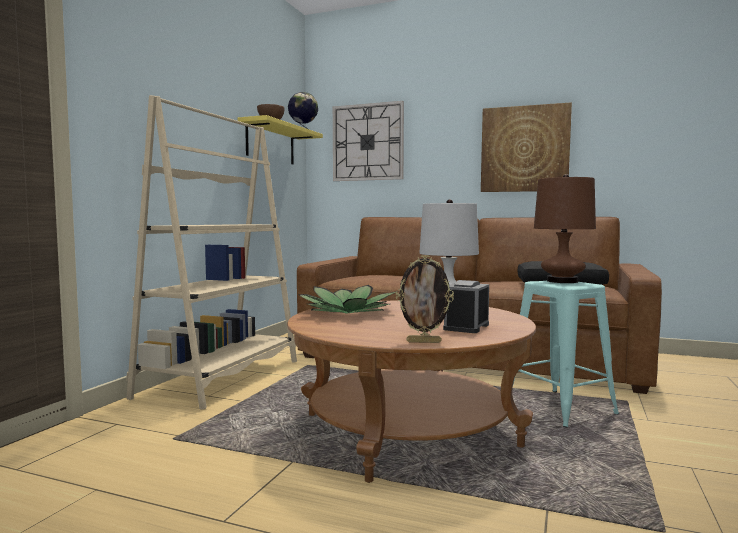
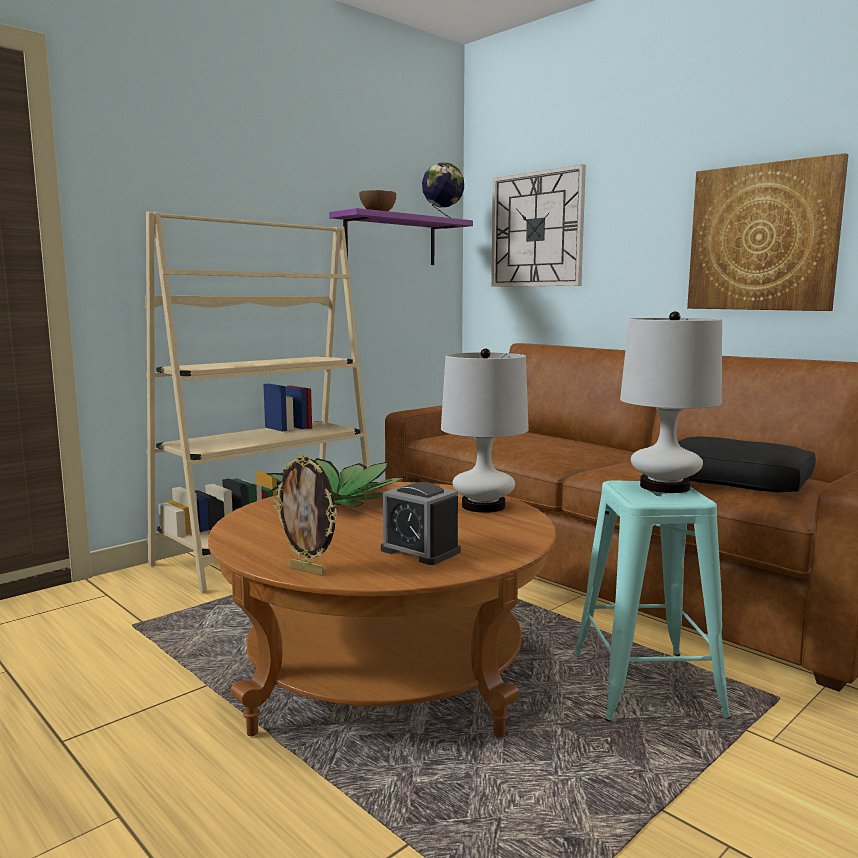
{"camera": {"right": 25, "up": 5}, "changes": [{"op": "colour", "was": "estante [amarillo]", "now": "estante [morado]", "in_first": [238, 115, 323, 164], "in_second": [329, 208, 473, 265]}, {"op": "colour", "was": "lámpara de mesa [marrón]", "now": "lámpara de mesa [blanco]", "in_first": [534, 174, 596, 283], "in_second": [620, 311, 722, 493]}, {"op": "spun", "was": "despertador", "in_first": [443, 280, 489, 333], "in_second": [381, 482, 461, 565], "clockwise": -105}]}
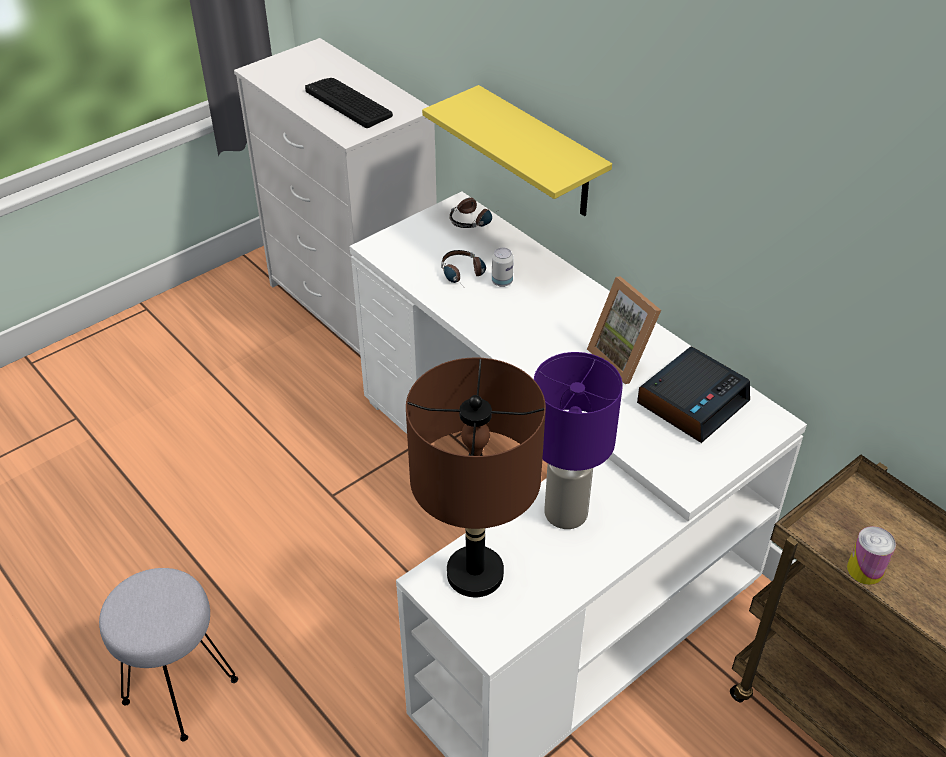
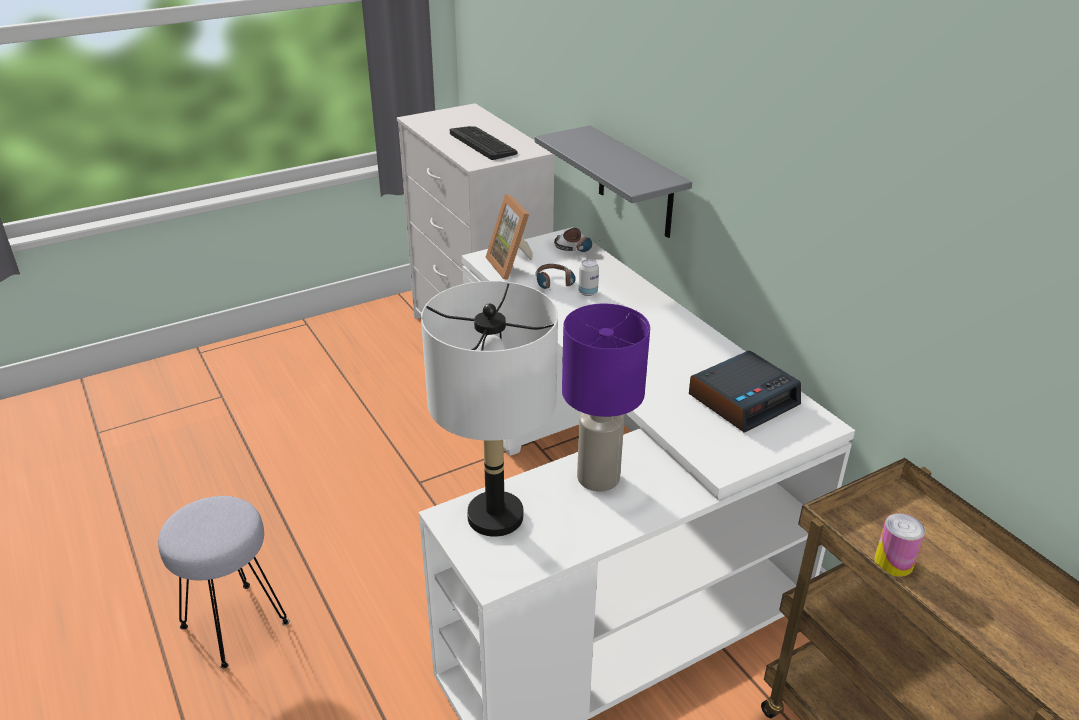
{"camera": {"right": 10, "up": -10}, "changes": [{"op": "relocated", "was": "portarretratos", "in_first": [587, 276, 661, 384], "in_second": [485, 194, 533, 280]}, {"op": "colour", "was": "lámpara de mesa [marrón]", "now": "lámpara de mesa [blanco]", "in_first": [406, 358, 546, 597], "in_second": [421, 281, 558, 537]}, {"op": "colour", "was": "estante [amarillo]", "now": "estante [gris]", "in_first": [422, 85, 612, 216], "in_second": [535, 125, 692, 238]}]}
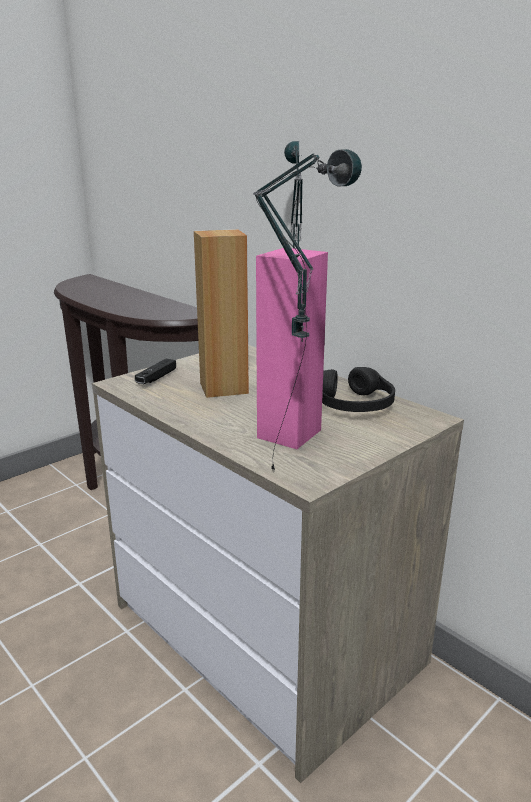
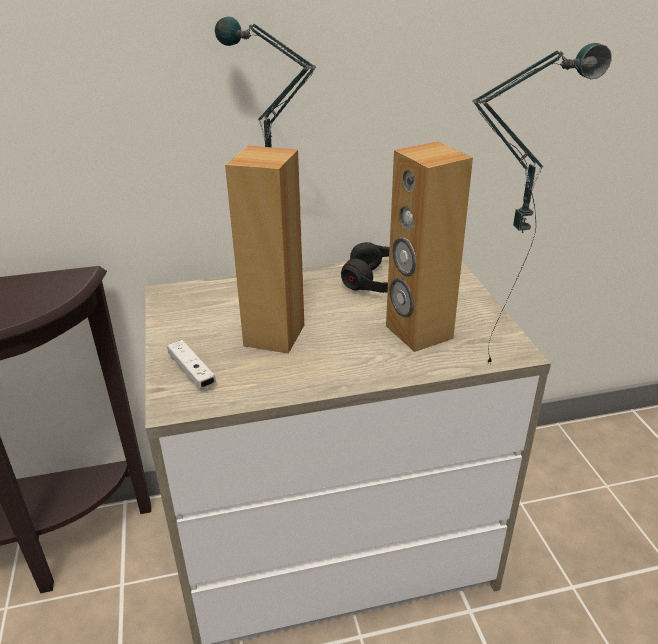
{"camera": {"right": -60, "up": 10}, "changes": [{"op": "colour", "was": "mando de consola [negro]", "now": "mando de consola [blanco]", "in_first": [135, 359, 176, 384], "in_second": [167, 340, 216, 389]}, {"op": "colour", "was": "altavoz [rosa]", "now": "altavoz [marrón]", "in_first": [256, 248, 328, 449], "in_second": [386, 142, 473, 352]}]}
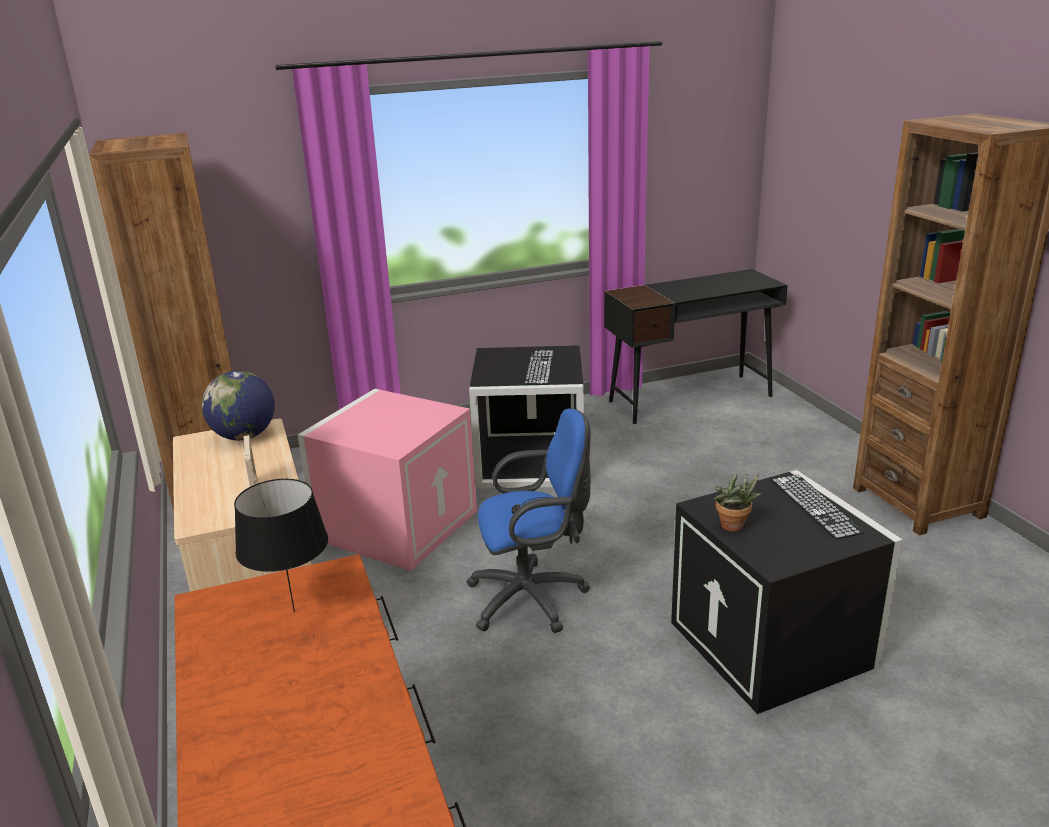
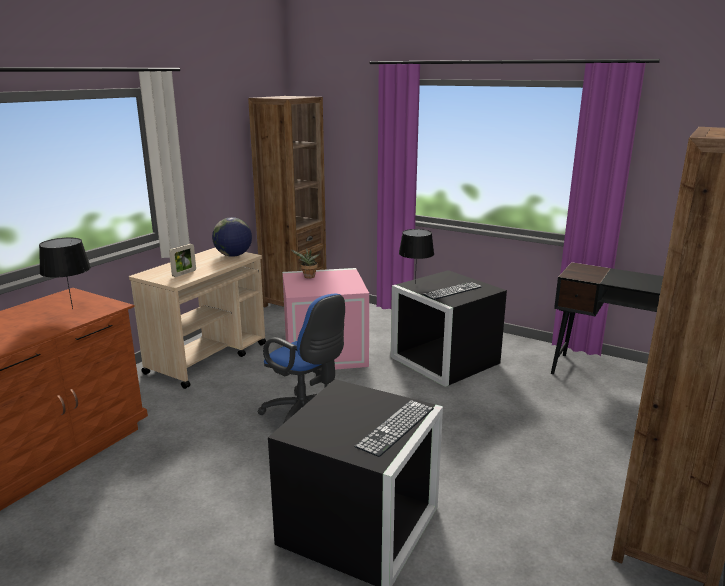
{"camera": {"right": 50, "up": -5}, "changes": [{"op": "appeared", "now": "lámpara de mesa [negro]", "in_second": [399, 229, 434, 284]}, {"op": "relocated", "was": "planta en maceta", "in_first": [714, 474, 761, 532], "in_second": [291, 248, 320, 278]}]}
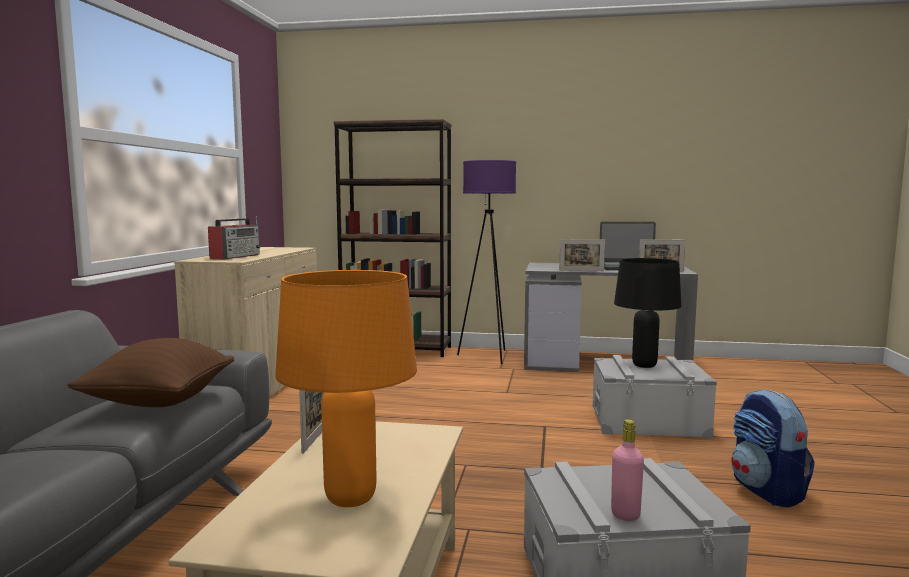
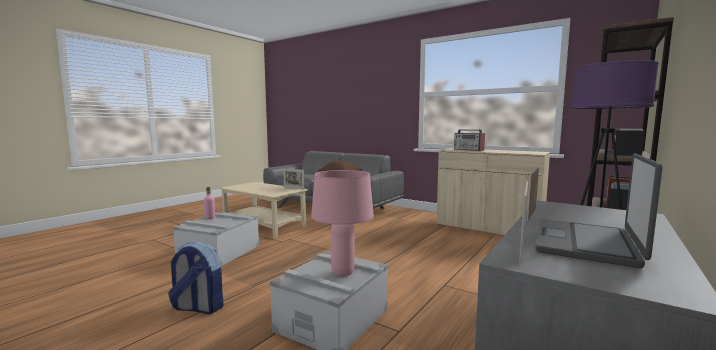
{"camera": {"right": 115, "up": 0}, "changes": [{"op": "missing", "was": "lámpara de mesa [naranja]", "in_first": [275, 270, 417, 507]}, {"op": "colour", "was": "lámpara de mesa [negro]", "now": "lámpara de mesa [rosa]", "in_first": [614, 258, 681, 368], "in_second": [311, 170, 374, 277]}]}
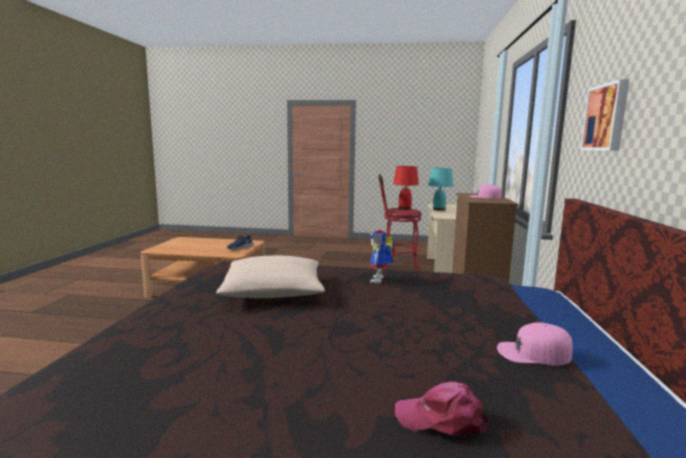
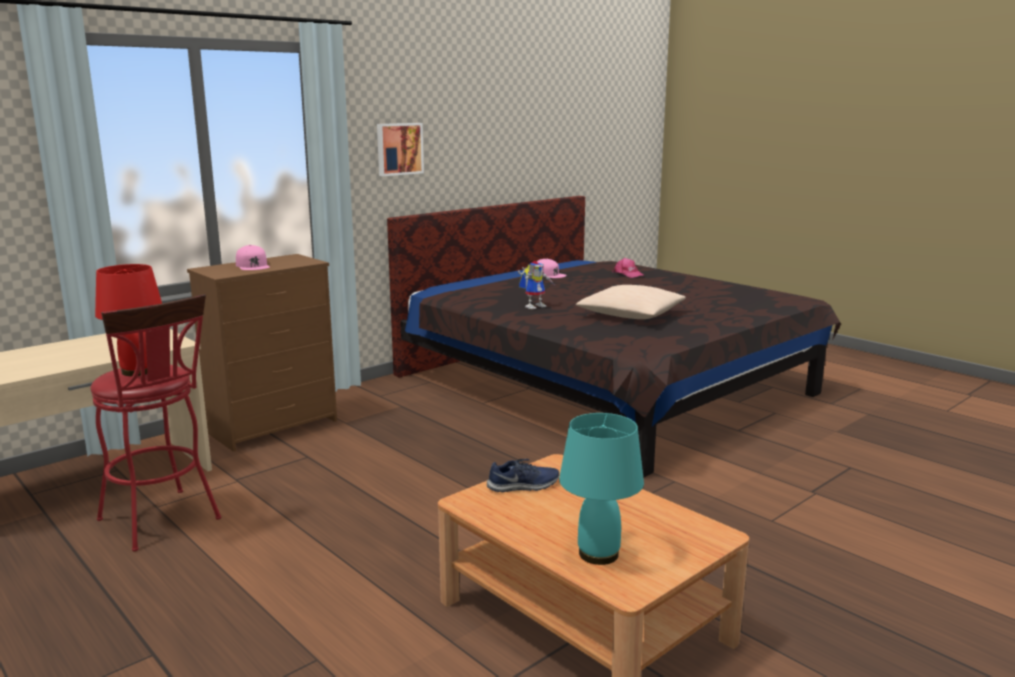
{"camera": {"right": -140, "up": 5}, "changes": [{"op": "relocated", "was": "lámpara de mesa [turquesa]", "in_first": [428, 168, 453, 211], "in_second": [559, 413, 644, 565]}]}
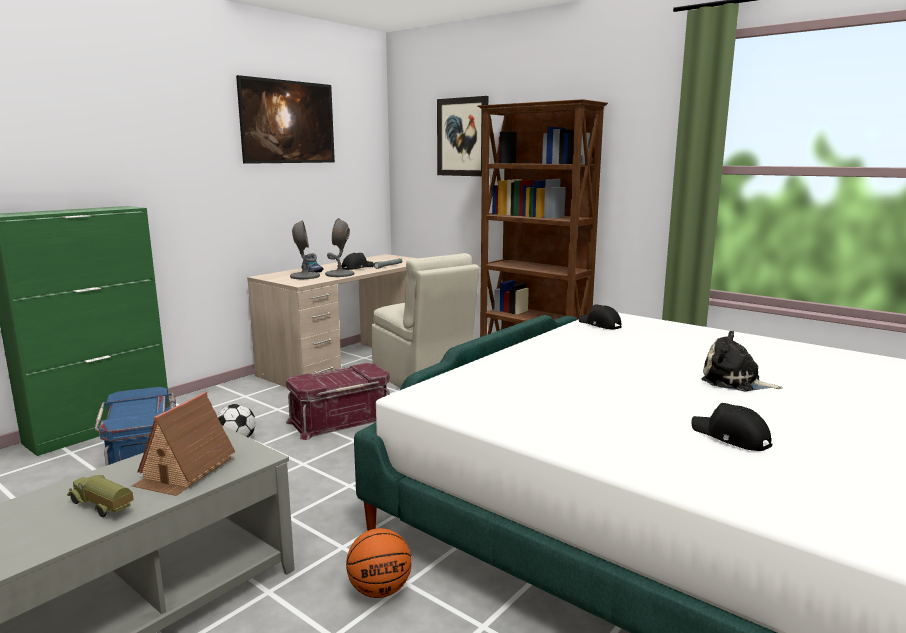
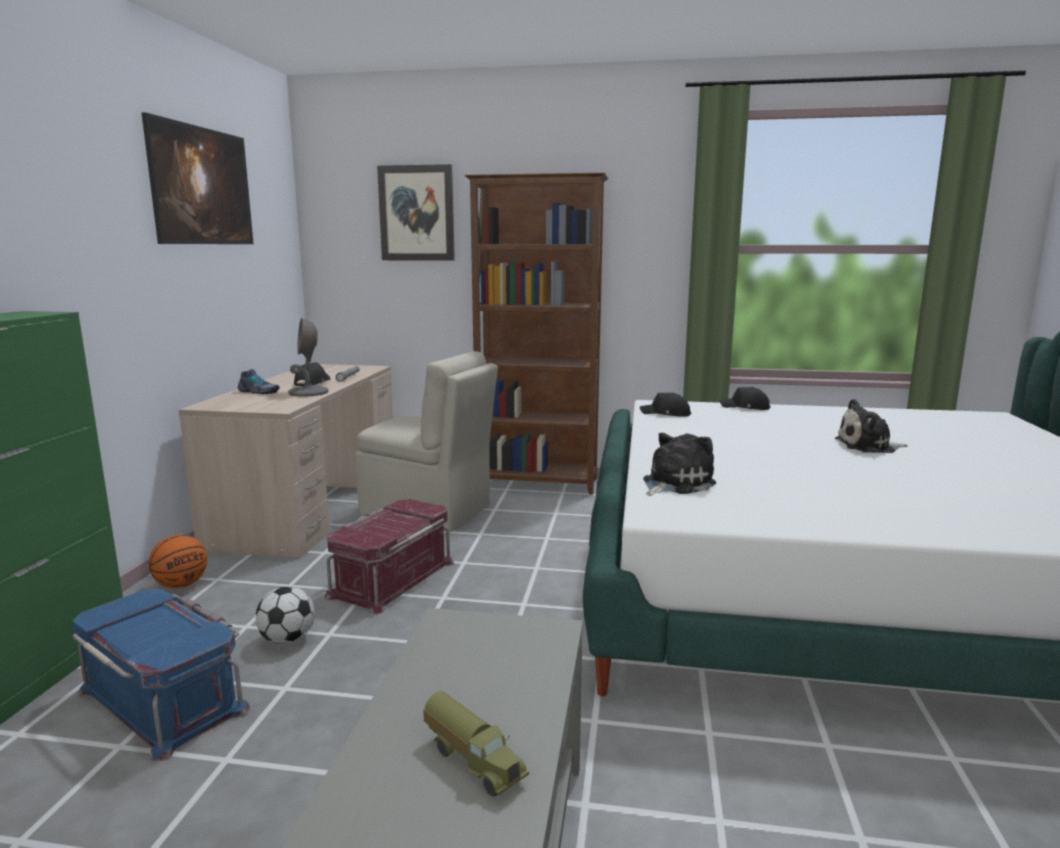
{"camera": {"right": -30, "up": 0}, "changes": [{"op": "missing", "was": "casita", "in_first": [132, 392, 235, 496]}, {"op": "missing", "was": "lámpara de mesa [gris]", "in_first": [290, 220, 320, 279]}, {"op": "appeared", "now": "peluche", "in_second": [643, 433, 716, 496]}, {"op": "relocated", "was": "balón de baloncesto", "in_first": [346, 528, 412, 598], "in_second": [148, 535, 207, 588]}, {"op": "relocated", "was": "gorra [negro]", "in_first": [691, 403, 772, 451], "in_second": [719, 387, 770, 410]}, {"op": "spun", "was": "camión de juguete", "in_first": [67, 475, 134, 517], "in_second": [423, 691, 529, 797], "clockwise": -135}]}
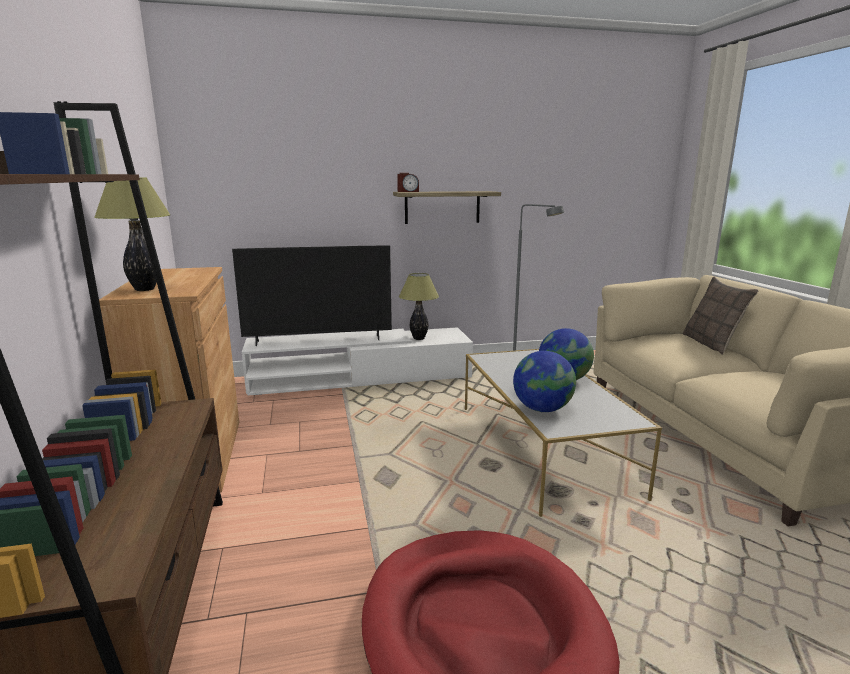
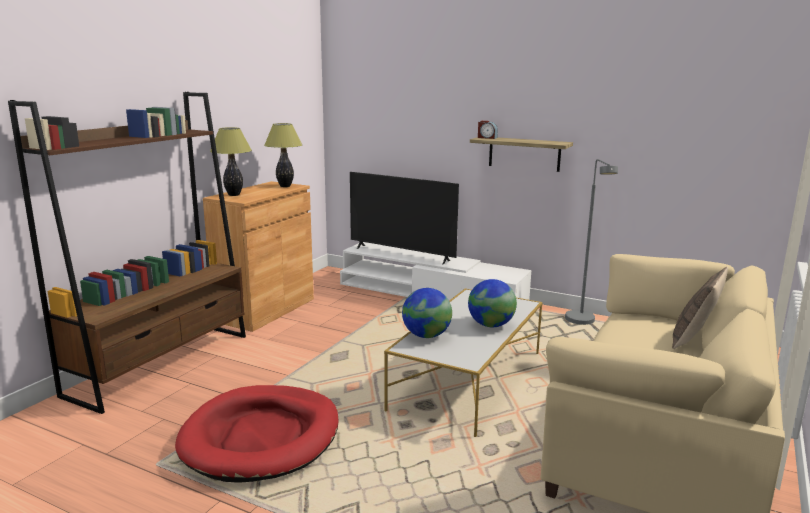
{"camera": {"right": 40, "up": 0}, "changes": [{"op": "relocated", "was": "lámpara de mesa", "in_first": [399, 273, 439, 340], "in_second": [264, 123, 303, 187]}]}
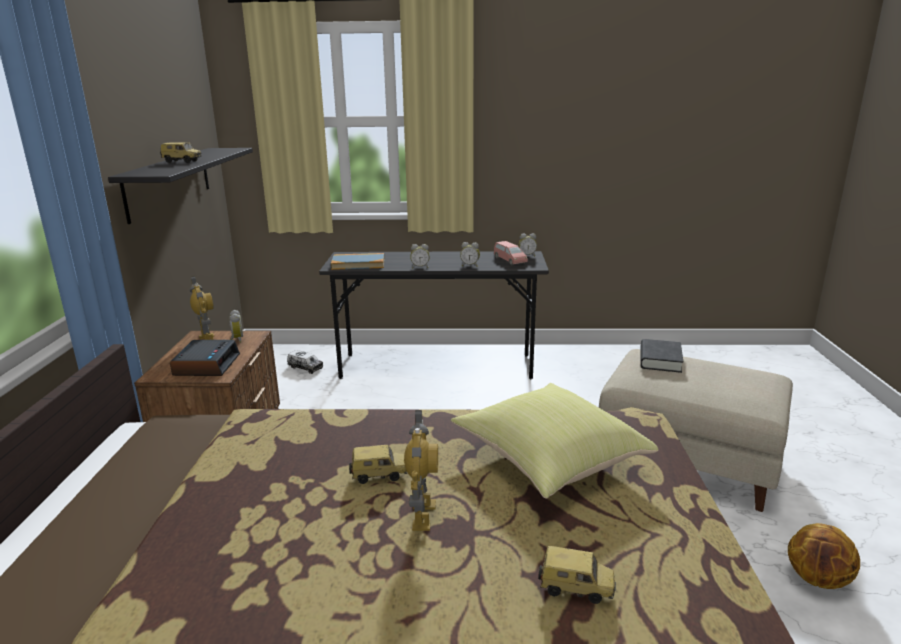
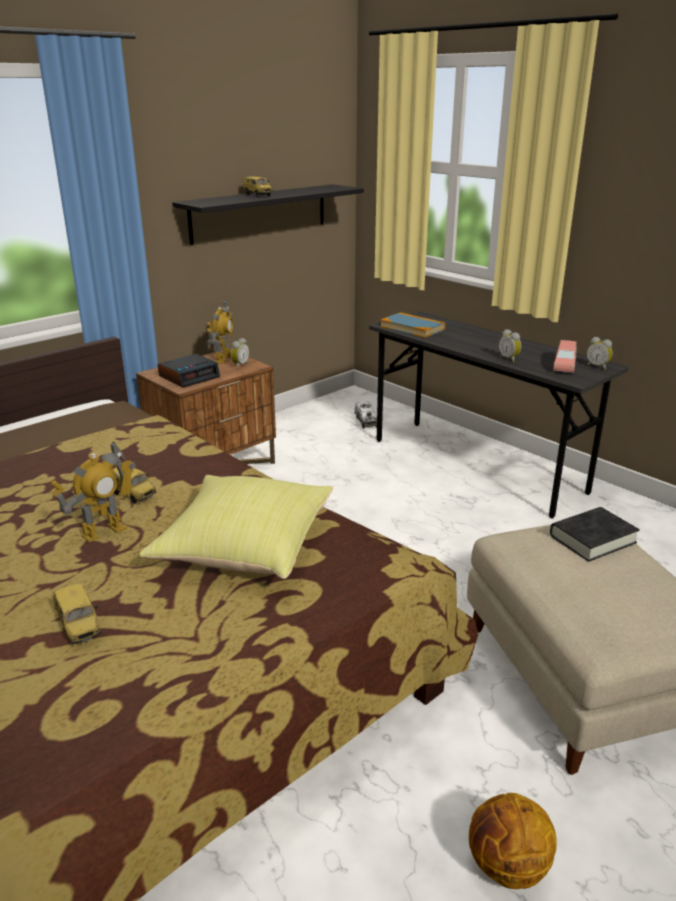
{"camera": {"right": 45, "up": 5}, "changes": [{"op": "missing", "was": "despertador", "in_first": [410, 244, 430, 268]}]}
